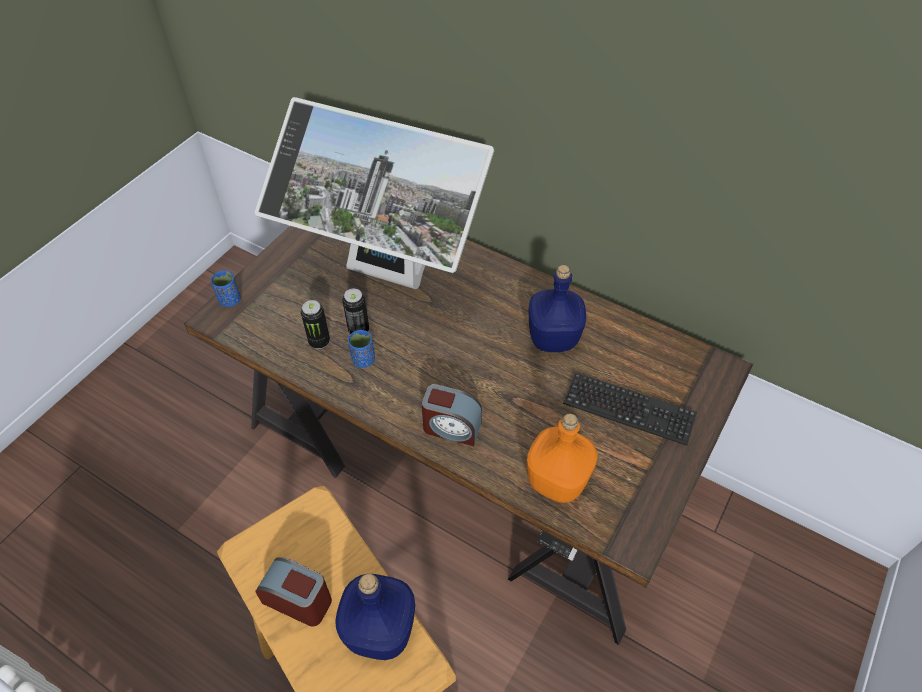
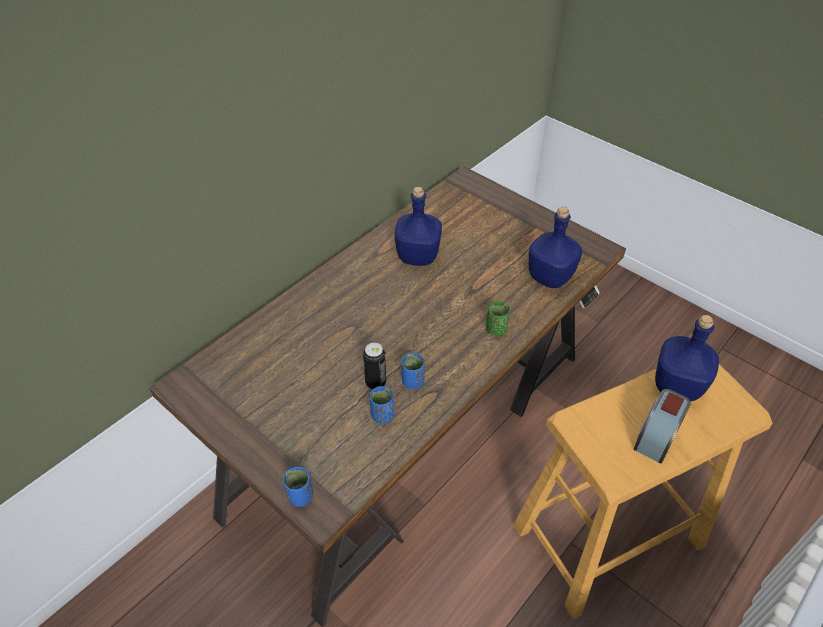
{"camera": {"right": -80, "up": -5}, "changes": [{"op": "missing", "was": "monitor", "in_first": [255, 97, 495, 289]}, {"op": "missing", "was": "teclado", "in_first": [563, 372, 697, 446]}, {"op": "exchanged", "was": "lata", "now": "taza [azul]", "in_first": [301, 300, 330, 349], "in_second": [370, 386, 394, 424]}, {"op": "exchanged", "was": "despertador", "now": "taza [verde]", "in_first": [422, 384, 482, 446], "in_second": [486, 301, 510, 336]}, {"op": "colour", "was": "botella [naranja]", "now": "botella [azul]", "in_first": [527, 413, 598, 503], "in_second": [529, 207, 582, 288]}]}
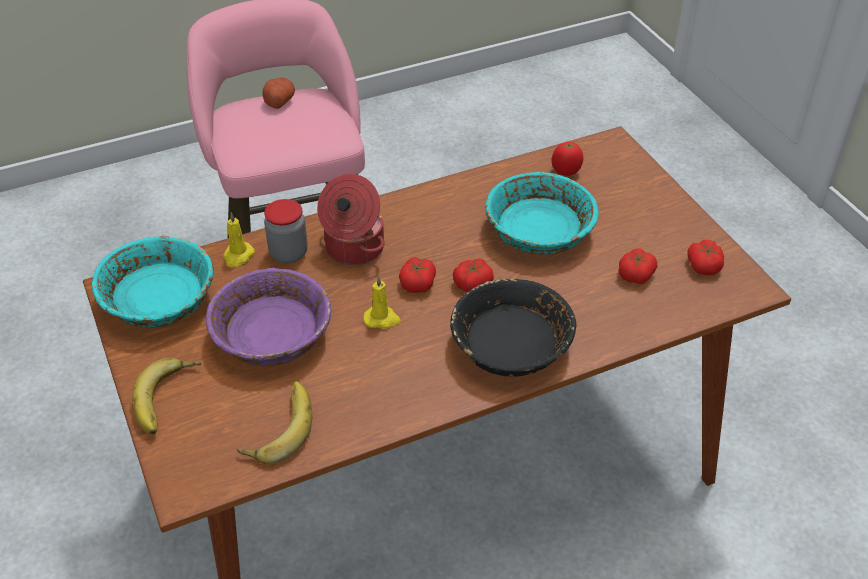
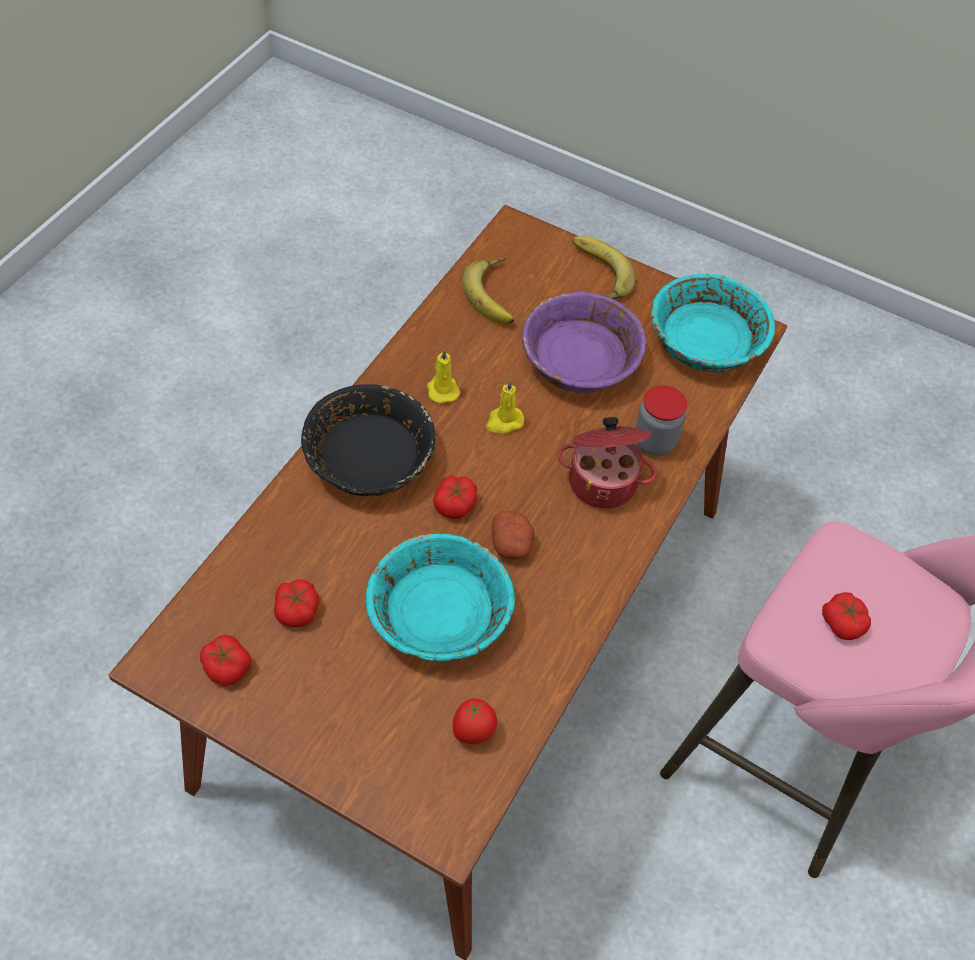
{"camera": {"right": 140, "up": 10}, "changes": [{"op": "relocated", "was": "vela [amarillo]", "in_first": [223, 212, 255, 268], "in_second": [427, 348, 460, 403]}, {"op": "relocated", "was": "patata", "in_first": [263, 78, 295, 109], "in_second": [492, 511, 535, 560]}, {"op": "relocated", "was": "tomate", "in_first": [399, 257, 436, 293], "in_second": [822, 592, 871, 640]}]}
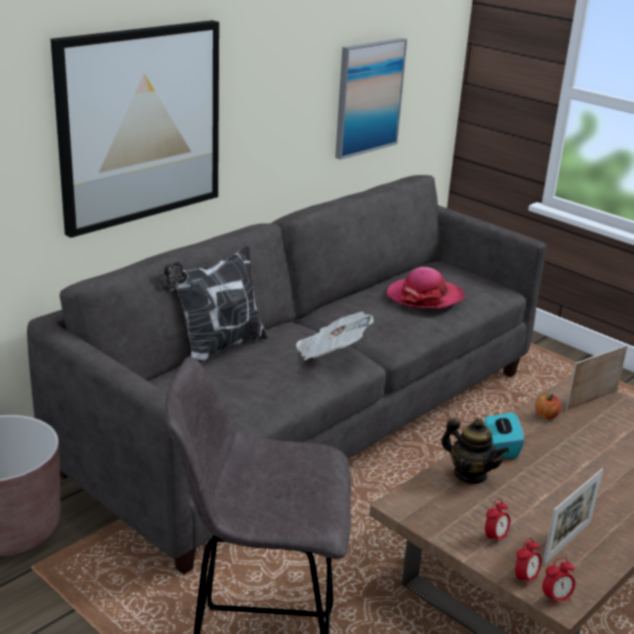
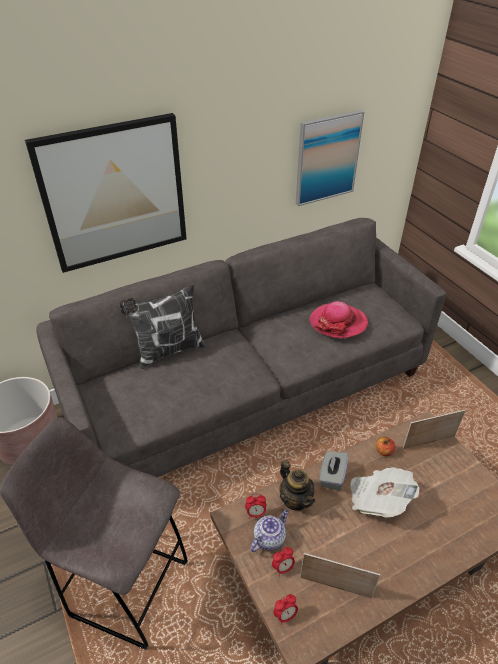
{"camera": {"right": 20, "up": 15}, "changes": [{"op": "appeared", "now": "tetera", "in_second": [250, 509, 289, 552]}, {"op": "relocated", "was": "periódico", "in_first": [296, 311, 374, 361], "in_second": [351, 467, 419, 518]}, {"op": "relocated", "was": "despertador", "in_first": [542, 557, 575, 606], "in_second": [245, 494, 266, 519]}, {"op": "colour", "was": "caja de pañuelos [turquesa]", "now": "caja de pañuelos [gris]", "in_first": [485, 411, 524, 458], "in_second": [319, 451, 349, 491]}, {"op": "spun", "was": "portarretratos", "in_first": [542, 468, 603, 566], "in_second": [300, 553, 381, 599], "clockwise": -135}]}
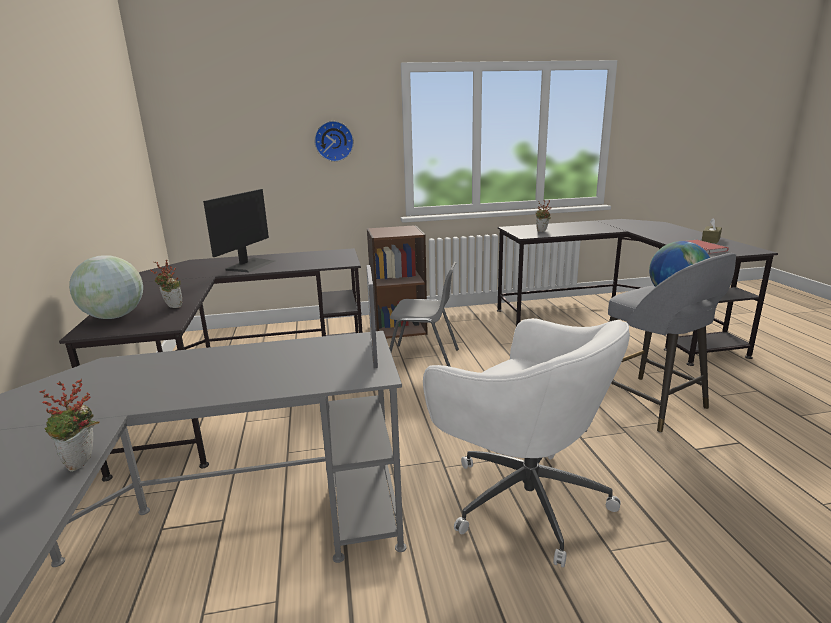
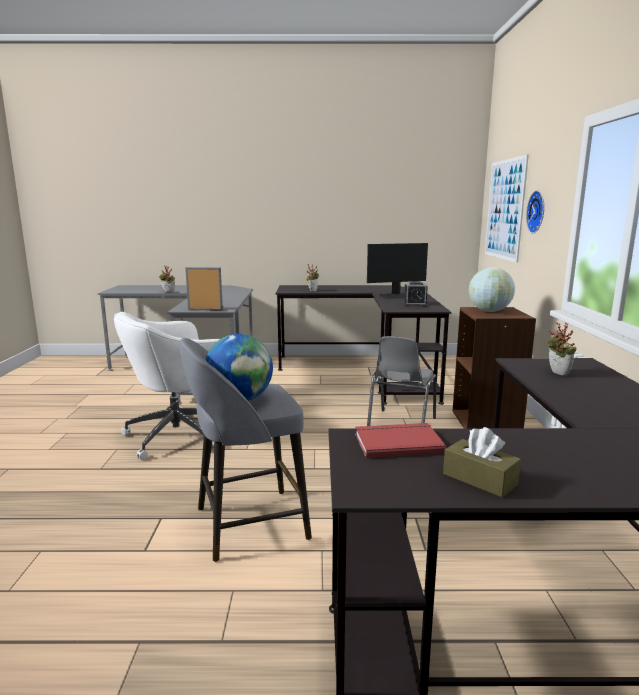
{"camera": {"right": 100, "up": -5}, "changes": [{"op": "appeared", "now": "despertador", "in_second": [403, 281, 428, 306]}, {"op": "appeared", "now": "cuadro", "in_second": [485, 154, 529, 263]}, {"op": "relocated", "was": "globo terráqueo", "in_first": [69, 255, 143, 319], "in_second": [469, 267, 515, 312]}, {"op": "spun", "was": "monitor", "in_first": [203, 189, 275, 272], "in_second": [367, 243, 428, 299], "clockwise": -45}]}
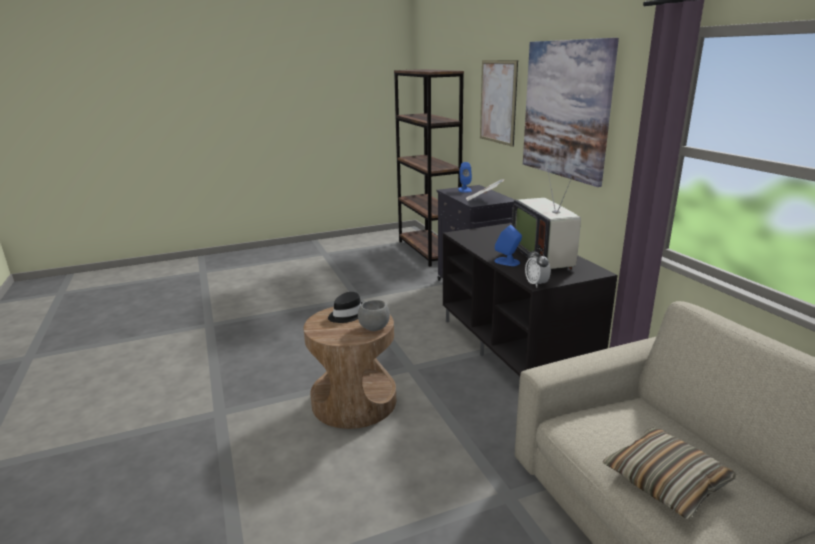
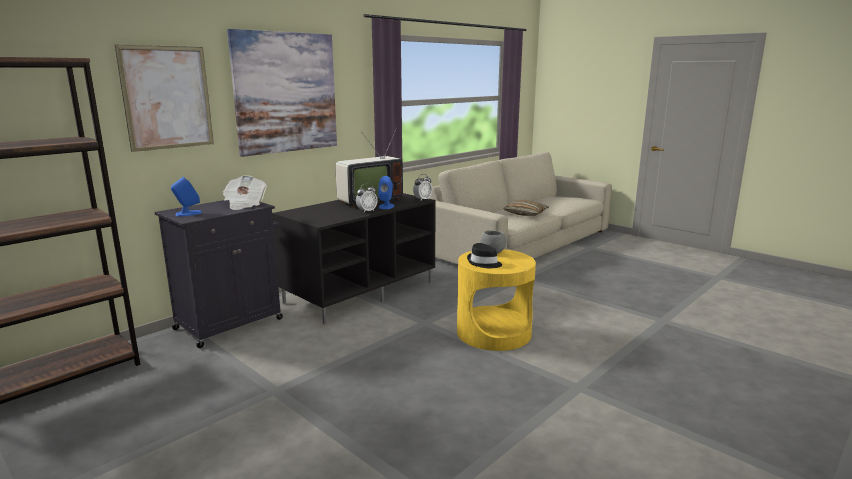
{"camera": {"right": -115, "up": -5}, "changes": [{"op": "appeared", "now": "despertador", "in_second": [356, 184, 377, 212]}, {"op": "colour", "was": "mesa auxiliar [marrón]", "now": "mesa auxiliar [amarillo]", "in_first": [304, 307, 396, 429], "in_second": [457, 249, 536, 351]}]}
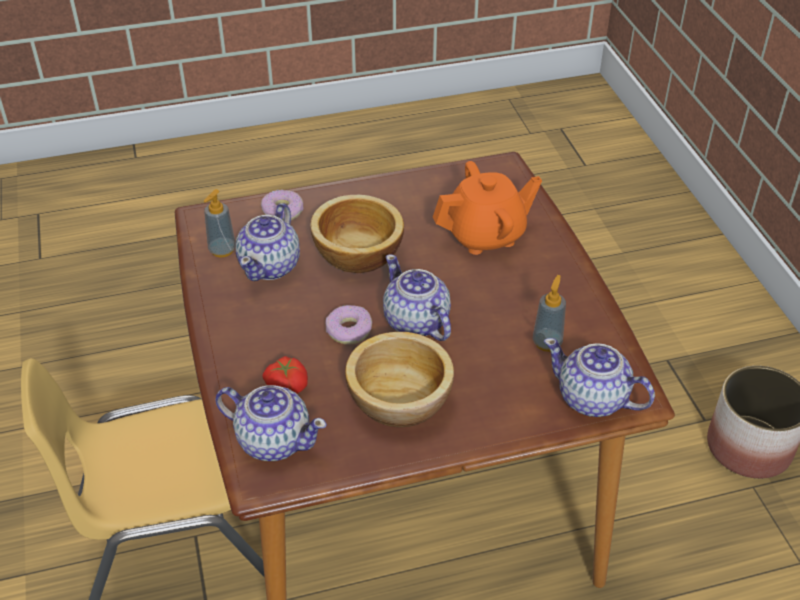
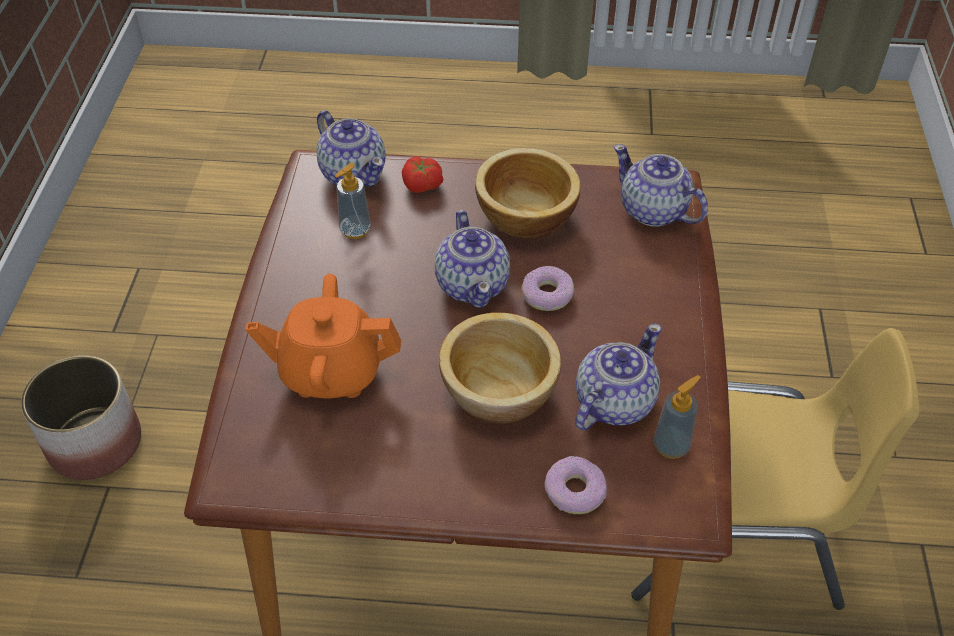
{"camera": {"right": -160, "up": 5}, "changes": [{"op": "relocated", "was": "tomate", "in_first": [262, 356, 308, 394], "in_second": [402, 156, 443, 193]}]}
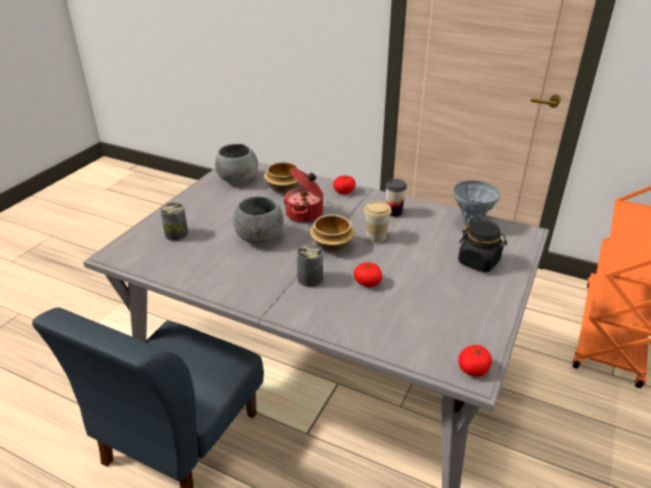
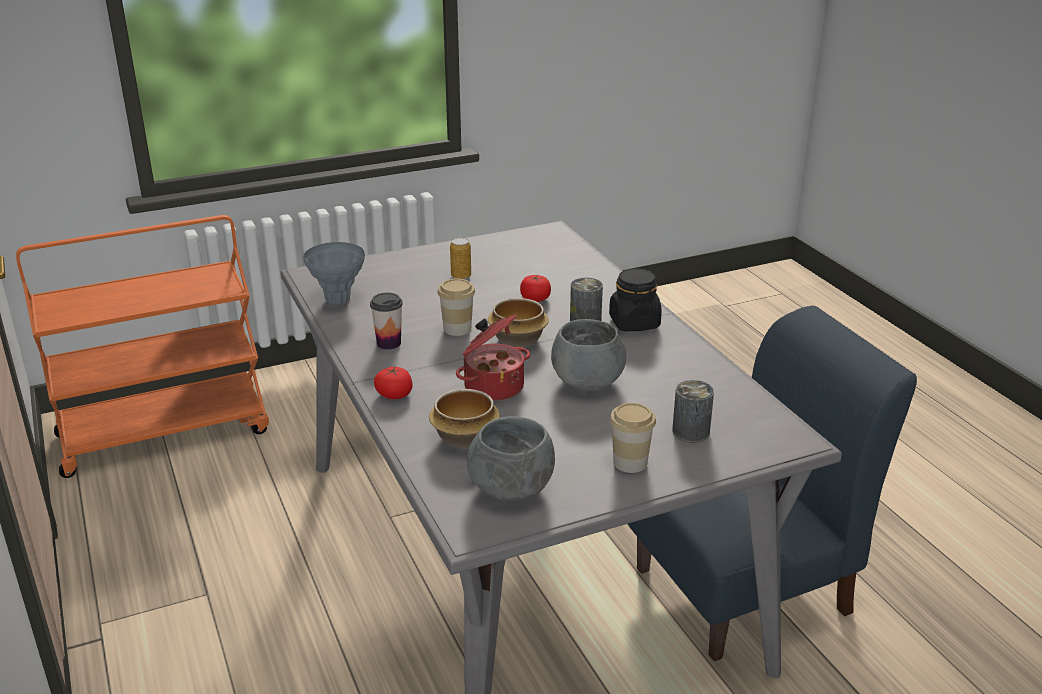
{"camera": {"right": -140, "up": -5}, "changes": [{"op": "missing", "was": "tomate", "in_first": [459, 345, 492, 376]}, {"op": "appeared", "now": "lata", "in_second": [450, 238, 471, 279]}, {"op": "appeared", "now": "taza", "in_second": [610, 403, 656, 473]}, {"op": "relocated", "was": "tarro [negro]", "in_first": [458, 221, 507, 272], "in_second": [609, 268, 662, 332]}]}
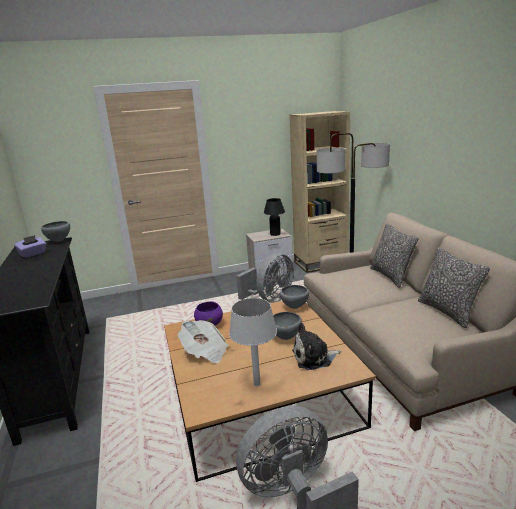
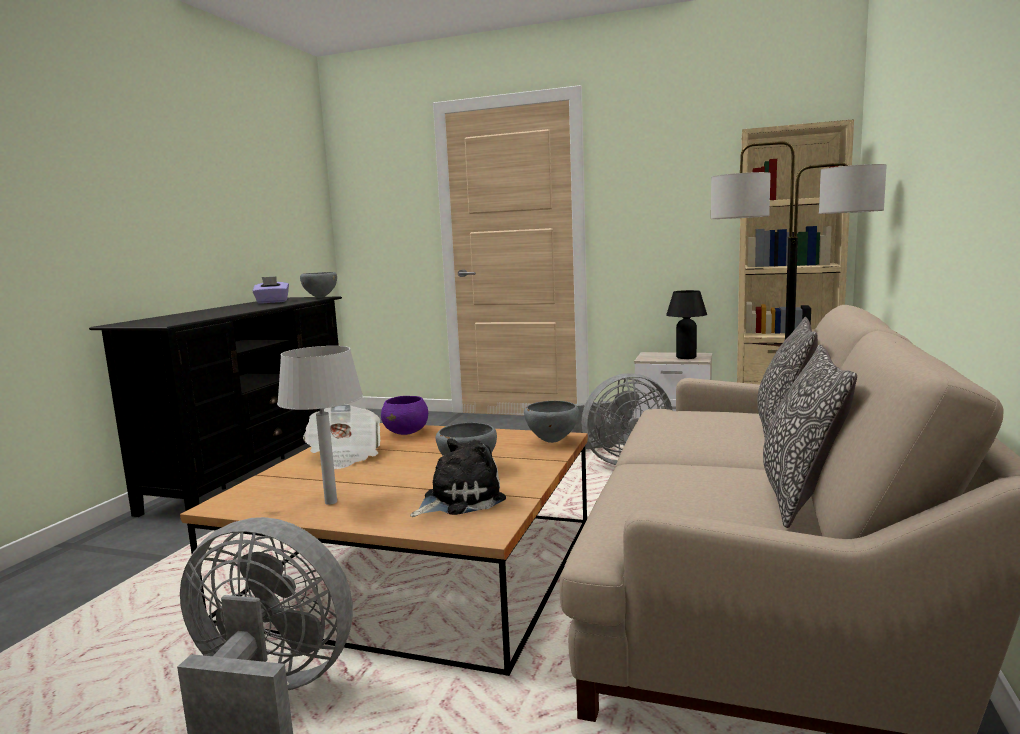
{"camera": {"right": 35, "up": -10}, "changes": [{"op": "spun", "was": "peluche", "in_first": [292, 323, 341, 370], "in_second": [410, 438, 506, 517], "clockwise": 120}]}
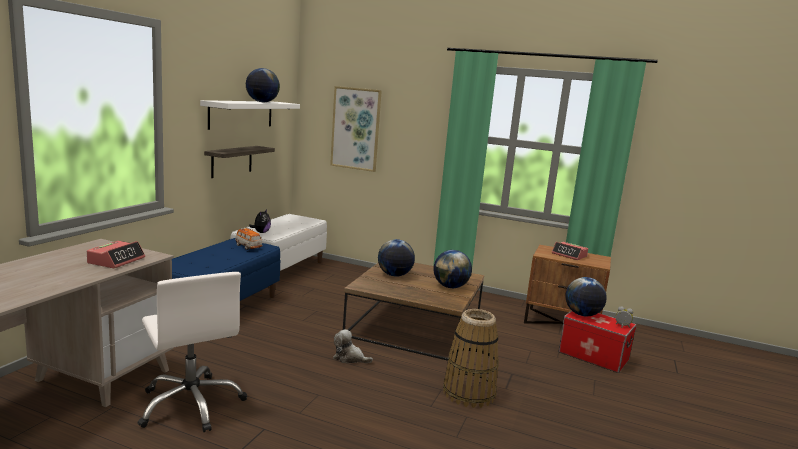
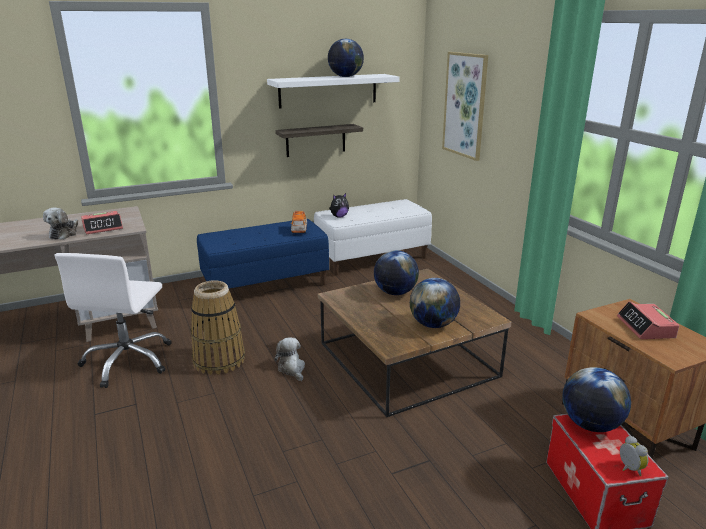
{"camera": {"right": 45, "up": 10}, "changes": [{"op": "appeared", "now": "peluche", "in_second": [43, 207, 78, 239]}, {"op": "relocated", "was": "cesta", "in_first": [443, 309, 499, 408], "in_second": [190, 280, 245, 375]}]}
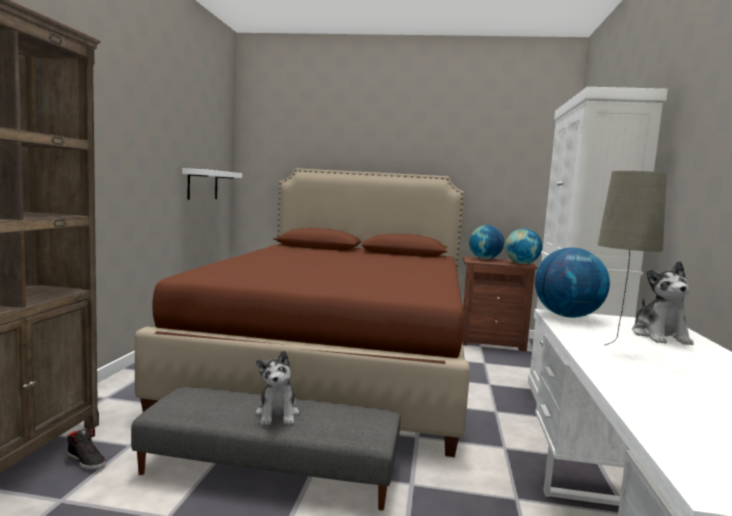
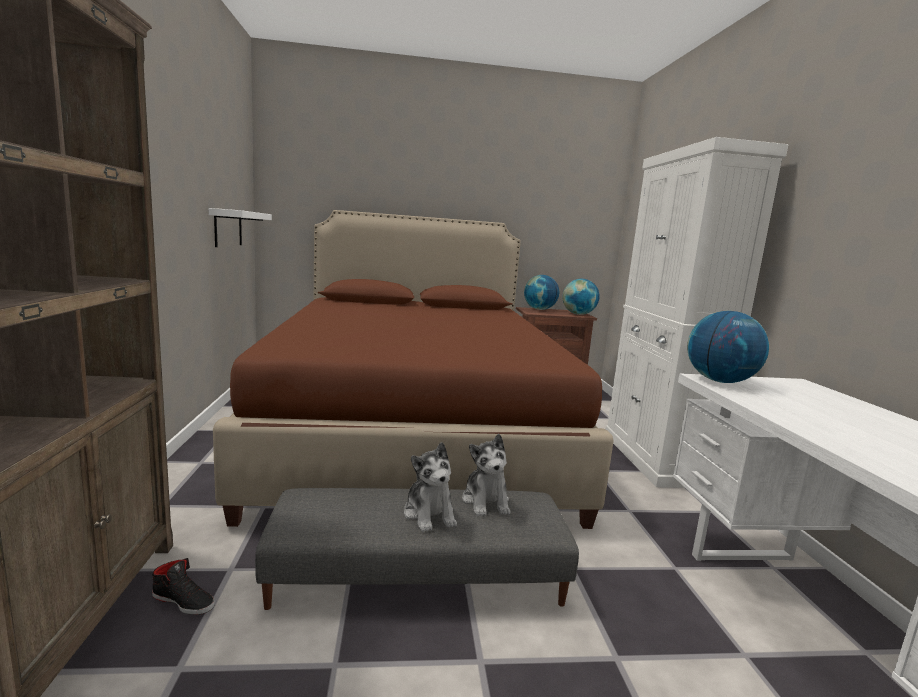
{"camera": {"right": -15, "up": 5}, "changes": [{"op": "missing", "was": "lámpara de mesa [beis]", "in_first": [598, 171, 667, 345]}, {"op": "relocated", "was": "peluche", "in_first": [632, 261, 694, 345], "in_second": [462, 434, 510, 516]}]}
